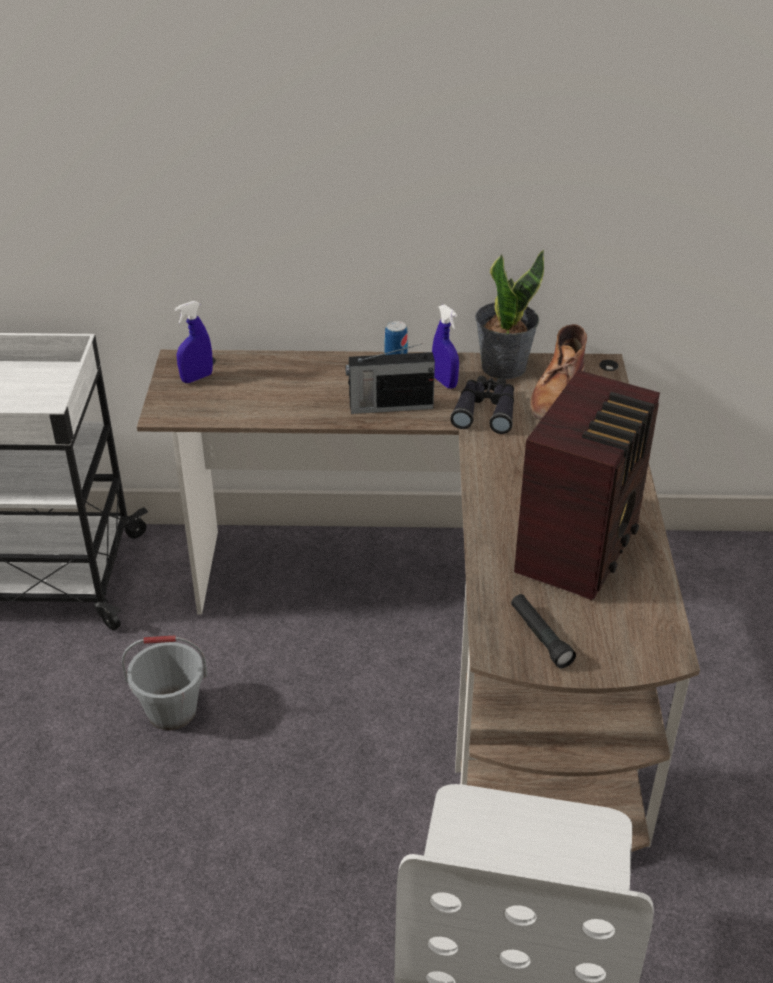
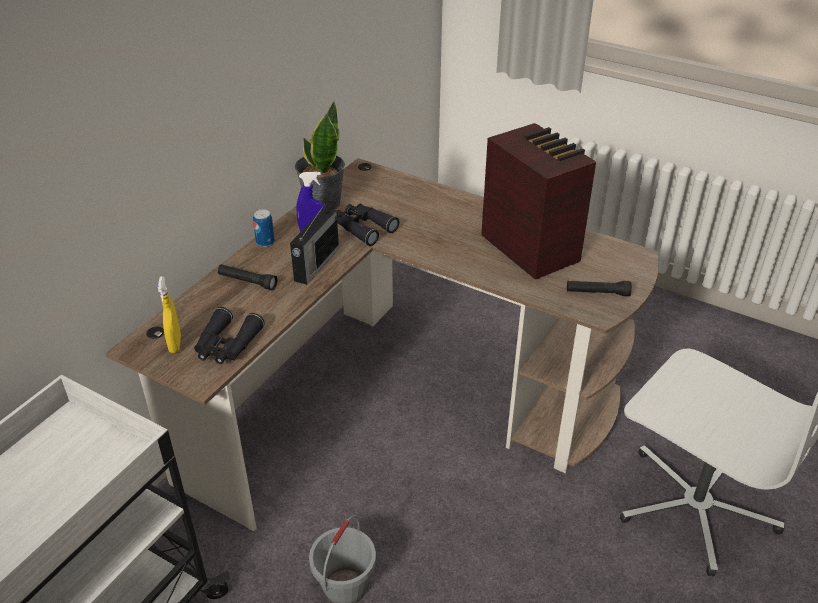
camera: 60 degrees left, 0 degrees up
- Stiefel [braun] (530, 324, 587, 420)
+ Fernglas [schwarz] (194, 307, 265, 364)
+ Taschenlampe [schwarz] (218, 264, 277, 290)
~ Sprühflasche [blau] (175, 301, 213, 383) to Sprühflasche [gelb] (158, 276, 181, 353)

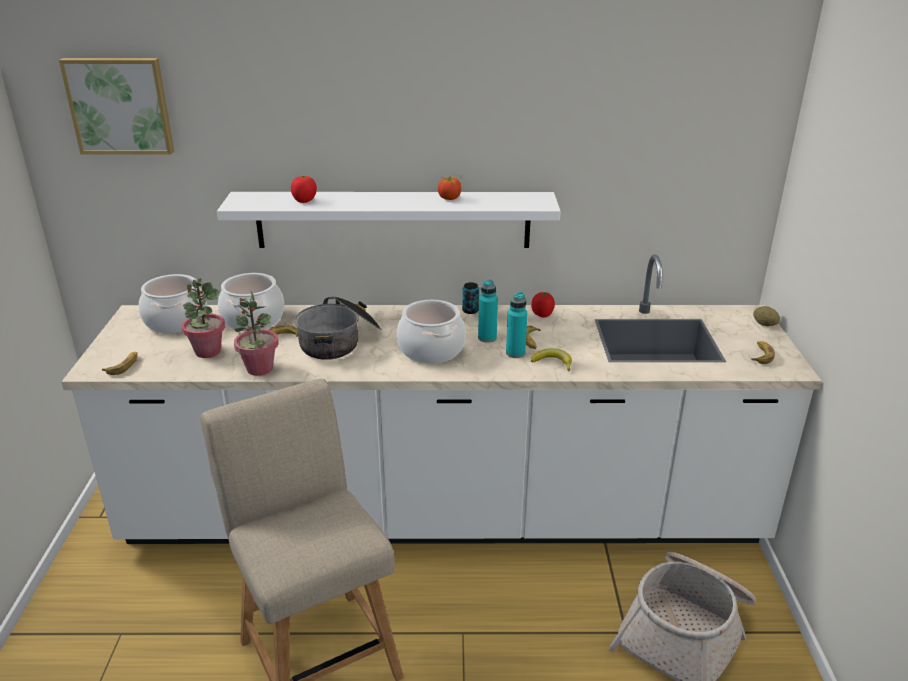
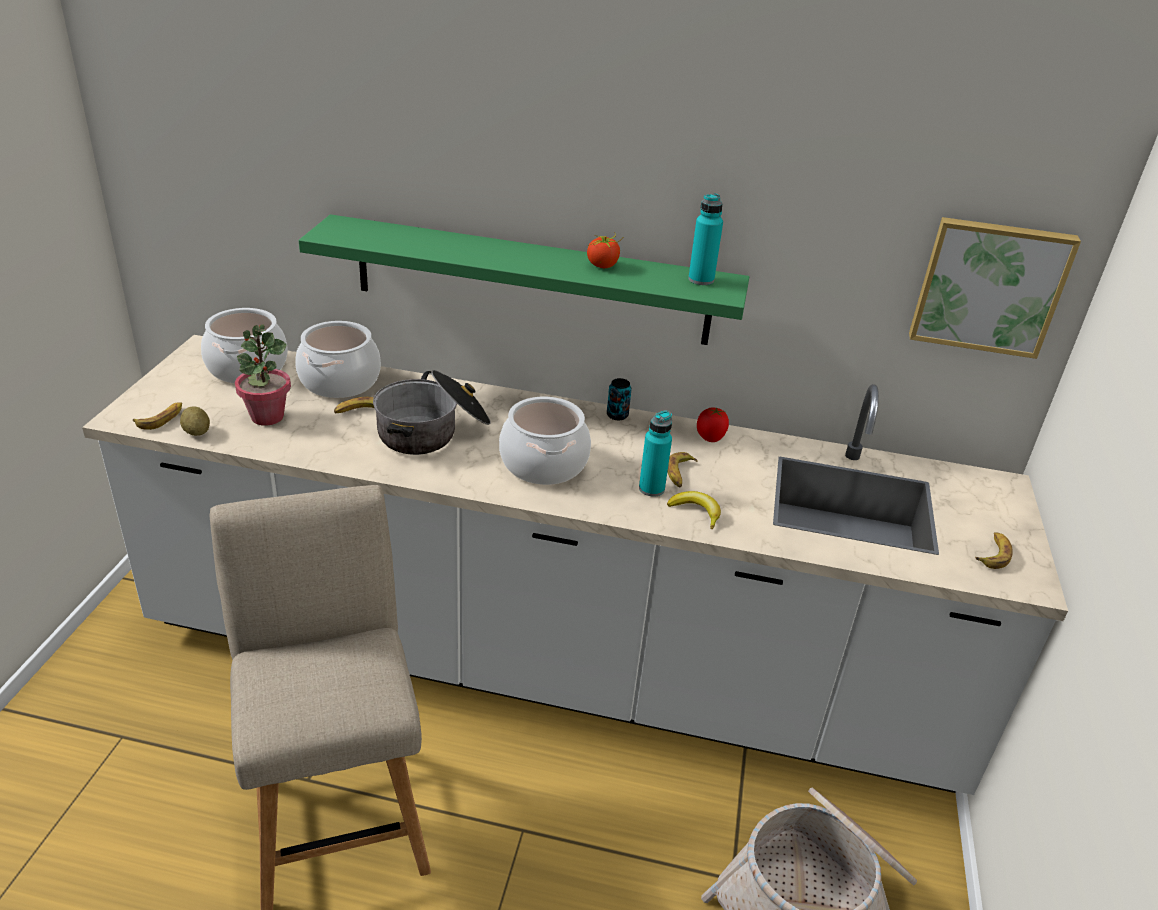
camera: 10 degrees right, 5 degrees up
- Topfpflanze (234, 292, 278, 376)
- Tomate (291, 176, 317, 203)
~ Bild (59, 58, 174, 155) to (909, 217, 1081, 359)
~ Flasche [türkis] (478, 279, 498, 343) to (688, 193, 723, 285)
~ Kartoffel (753, 306, 780, 326) to (180, 407, 210, 436)
~ Wandregal [weiß] (217, 192, 561, 248) to Wandregal [grün] (299, 214, 749, 345)

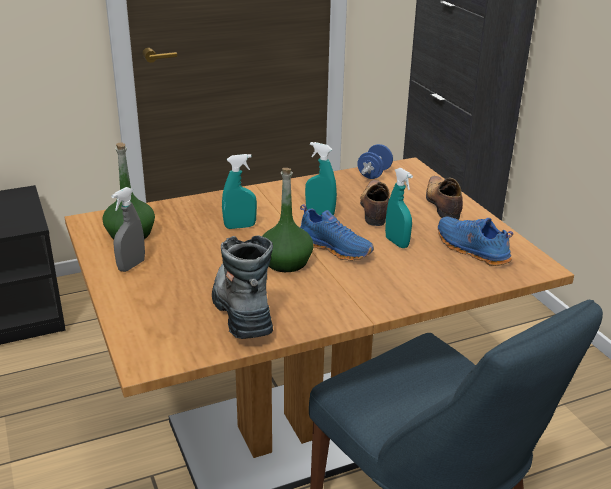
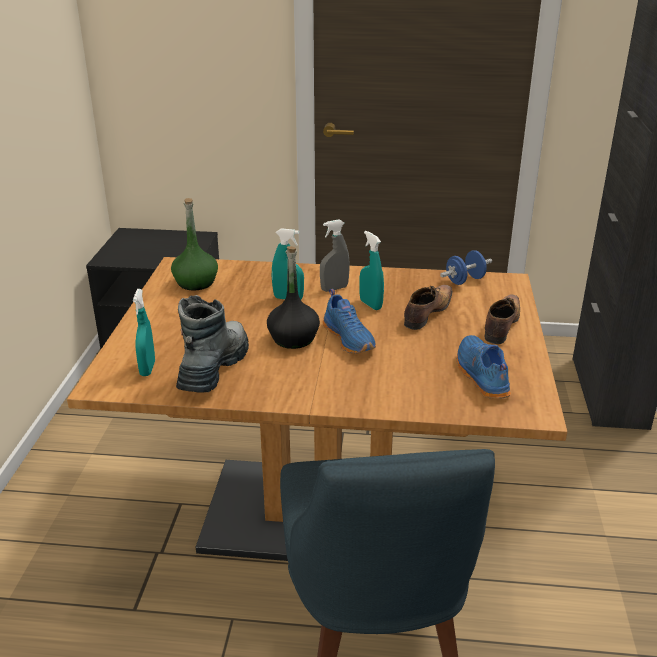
camera: 30 degrees right, 0 degrees up
~ Sprühflasche [grau] (111, 187, 145, 272) to (320, 220, 350, 292)
~ Sprühflasche [türkis] (385, 168, 413, 248) to (133, 289, 155, 376)
~ Flasche [grün] (263, 168, 314, 272) to Flasche [schwarz] (267, 246, 320, 349)

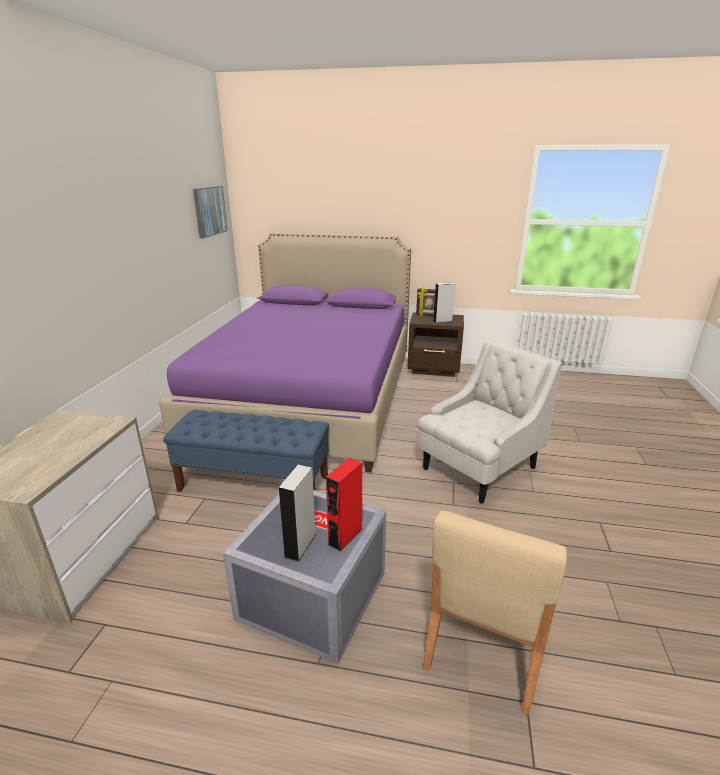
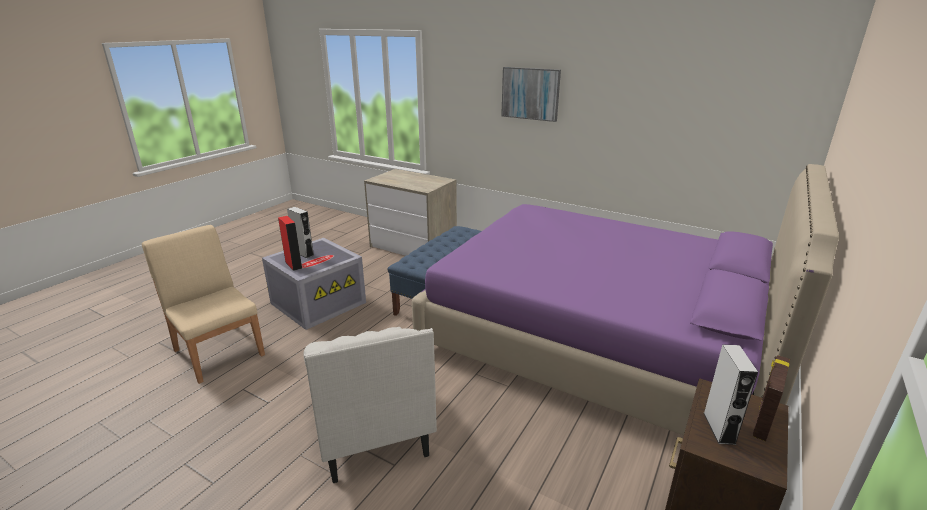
camera: 110 degrees right, 0 degrees up
~ Bild (193, 186, 228, 239) to (501, 67, 561, 122)

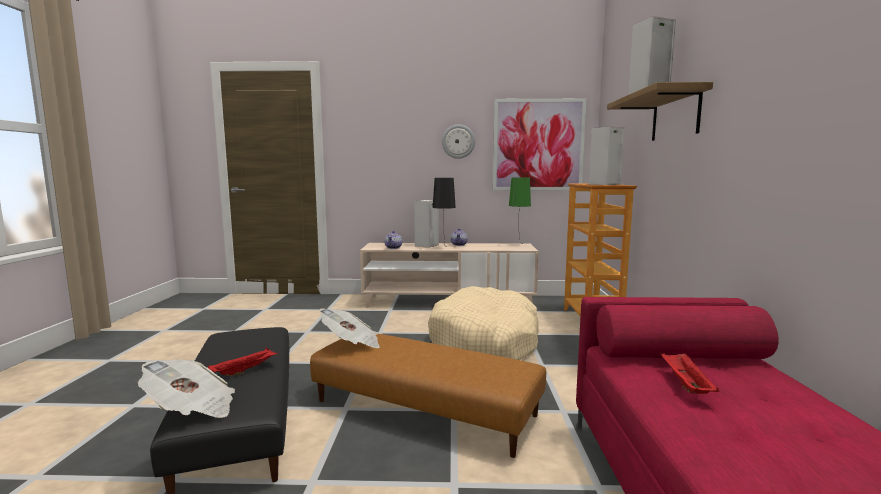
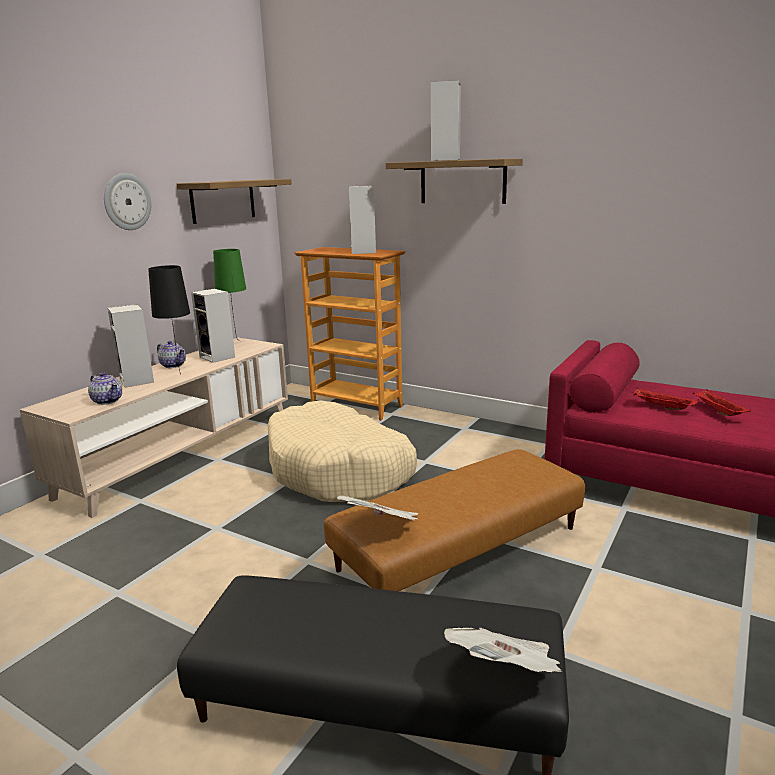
camera: 60 degrees left, 10 degrees up
+ Lautsprecher (191, 289, 235, 363)
~ Tablett [rot] (208, 348, 279, 376) to (693, 390, 751, 416)
~ Bild (493, 99, 586, 190) to Wandregal (177, 179, 292, 224)

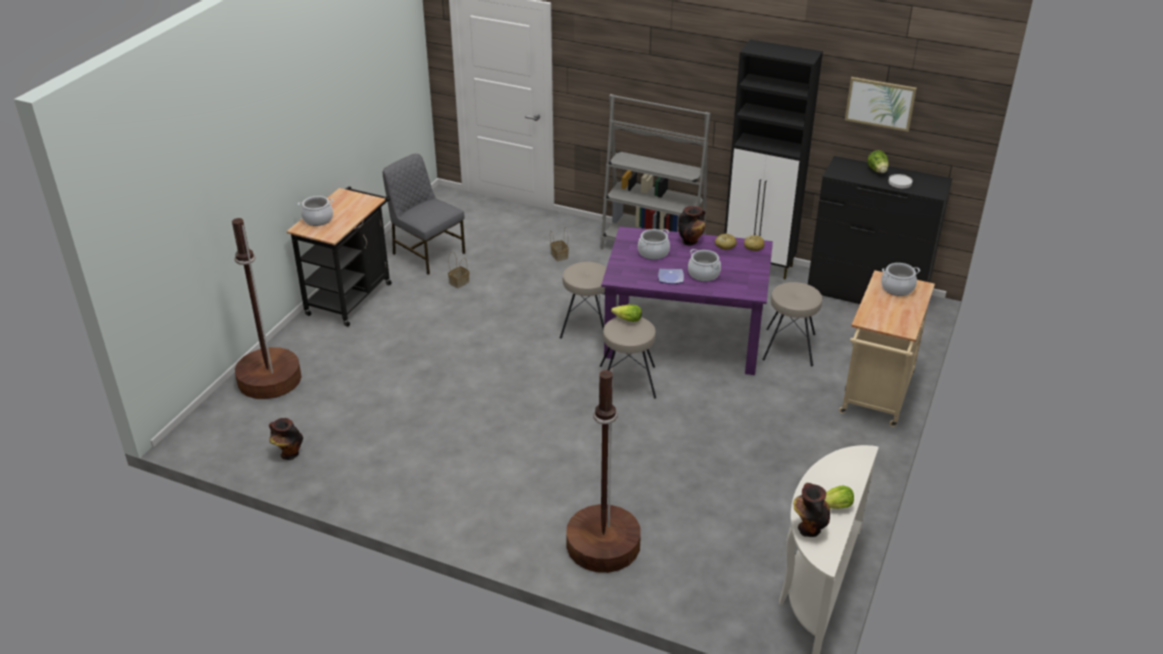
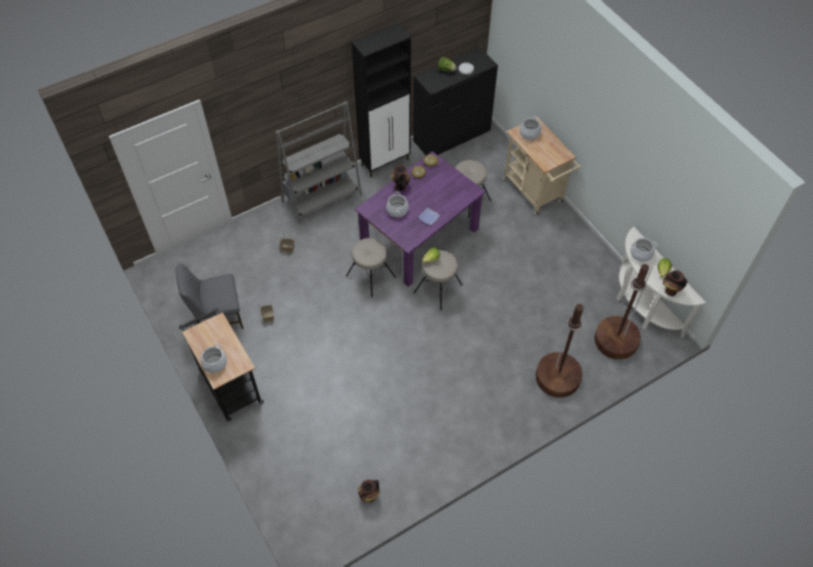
camera: 55 degrees left, 20 degrees up
- Bild (845, 77, 917, 132)
~ Stehlampe [braun] (232, 218, 301, 399) to (594, 264, 653, 360)
~ Kochtopf (688, 249, 721, 282) to (630, 238, 657, 262)

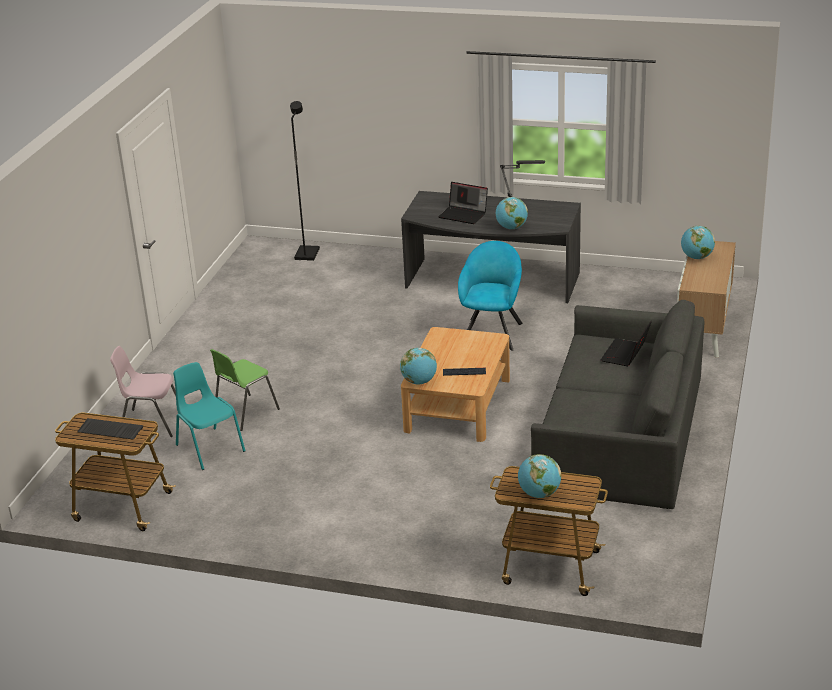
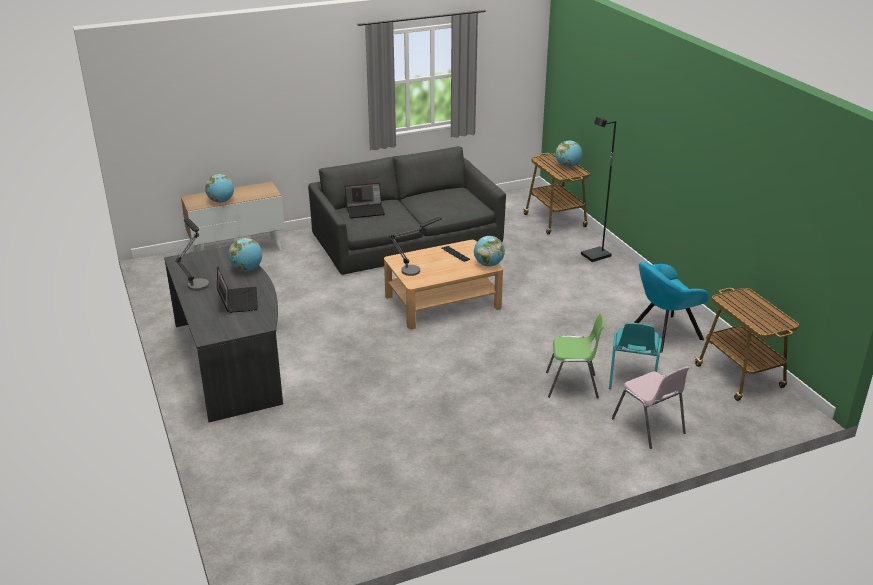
camera: 130 degrees left, 0 degrees up
- Tastatur (77, 418, 143, 440)
+ Tischlampe (389, 217, 442, 276)
~ Stehlampe [schwarz] (290, 101, 320, 261) to (581, 117, 616, 262)
~ Sessel [türkis] (458, 241, 523, 351) to (634, 262, 709, 352)

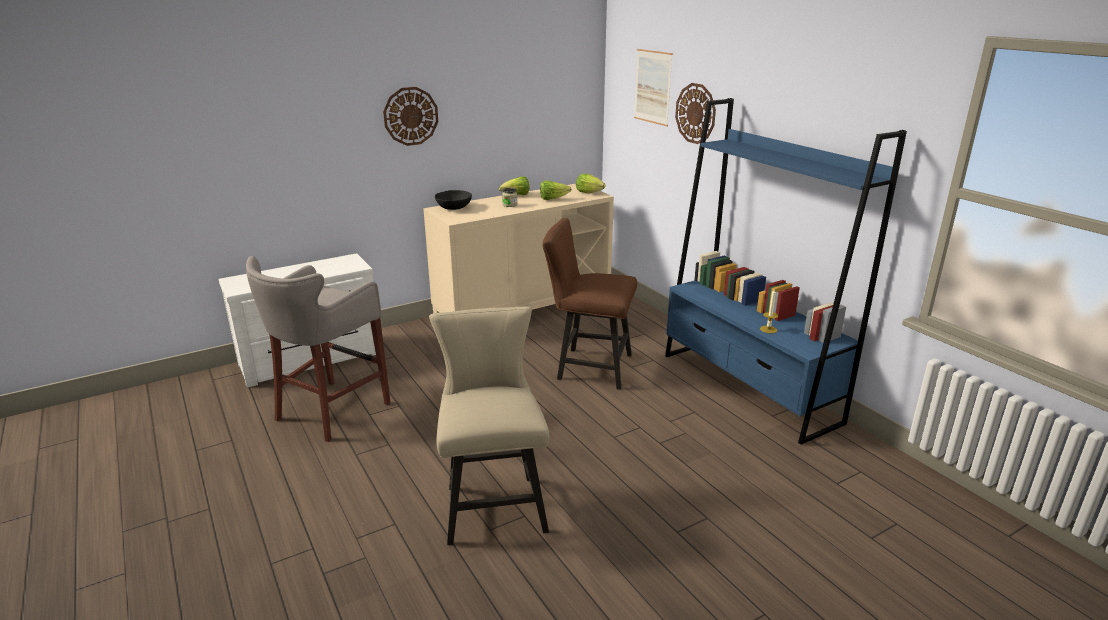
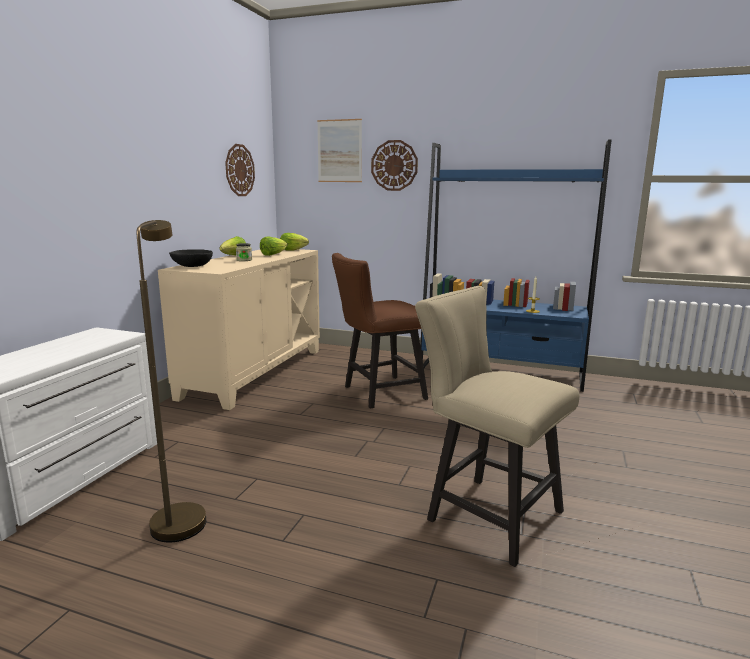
camera: 40 degrees left, 10 degrees down
~ Wanduhr (383, 87, 438, 146) to (225, 144, 255, 196)
~ Hocker [grau] (246, 256, 391, 442) to Stehlampe [braun] (137, 220, 206, 543)

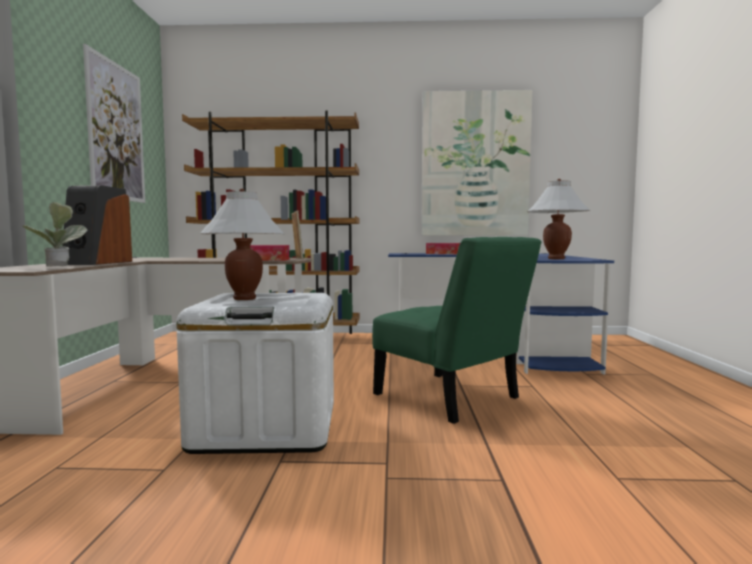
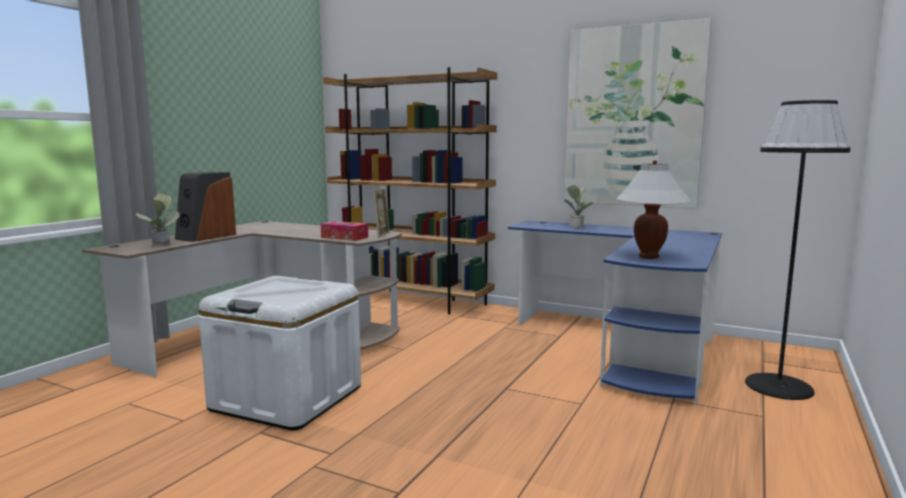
camera: 25 degrees right, 5 degrees up
- Bild (83, 44, 145, 203)
- Tischlampe [weiß] (200, 188, 284, 300)
- Stuhl [grün] (372, 237, 542, 424)
+ Stehlampe [schwarz] (745, 100, 851, 400)
~ Taschentuchbox (426, 243, 460, 254) to Topfpflanze (564, 185, 594, 229)

